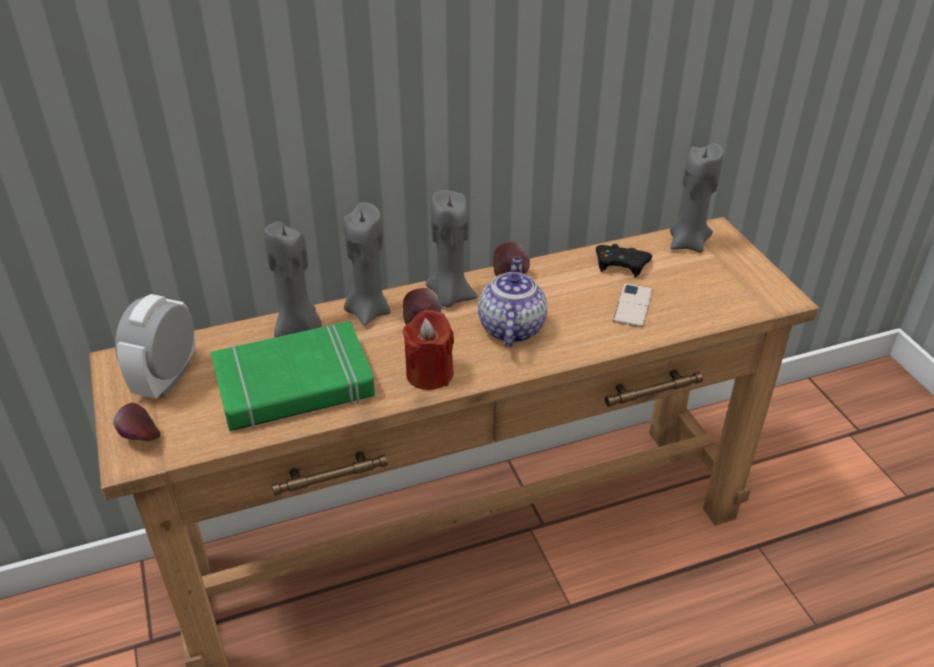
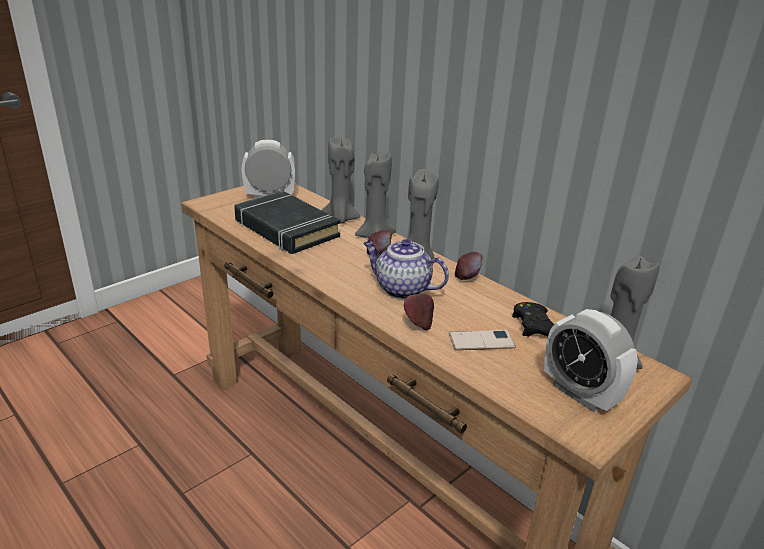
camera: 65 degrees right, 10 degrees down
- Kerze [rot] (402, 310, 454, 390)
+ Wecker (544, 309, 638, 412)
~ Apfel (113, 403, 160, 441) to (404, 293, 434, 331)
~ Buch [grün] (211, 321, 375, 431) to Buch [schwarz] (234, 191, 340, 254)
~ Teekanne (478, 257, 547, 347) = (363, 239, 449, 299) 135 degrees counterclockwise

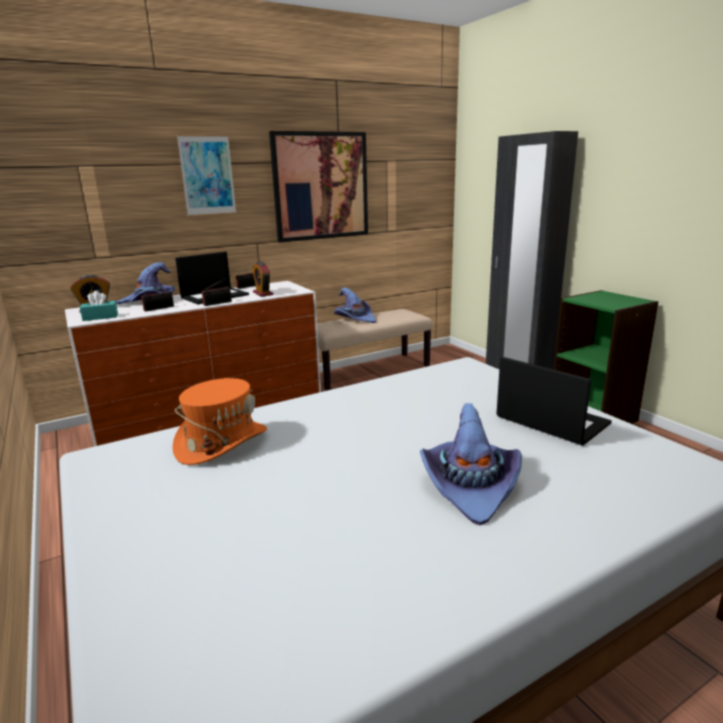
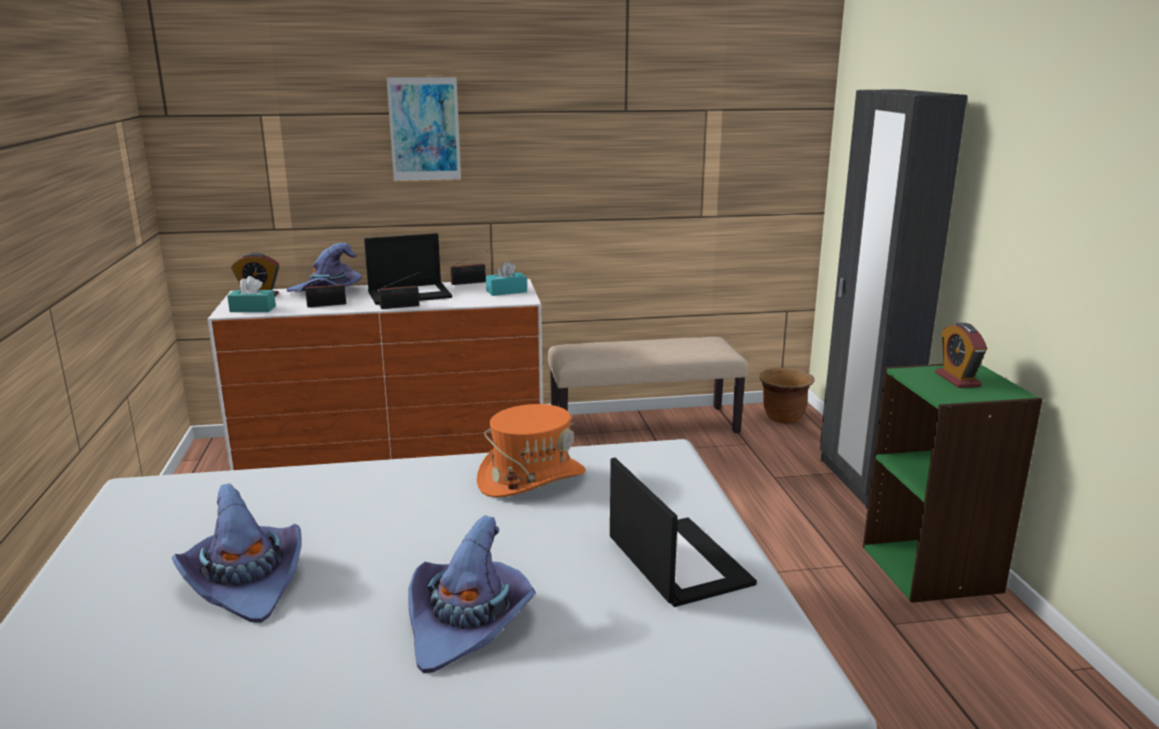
camera: 20 degrees right, 0 degrees up
- Bild (269, 131, 368, 243)
+ Taschentuchbox [türkis] (486, 261, 527, 296)
+ Pflanzkübel [braun] (759, 368, 815, 423)
~ Hut [orange] (172, 378, 267, 465) to (477, 404, 586, 497)
~ Wecker (252, 262, 273, 297) to (935, 323, 987, 388)
~ Hut [lila] (334, 288, 376, 323) to (172, 483, 301, 623)

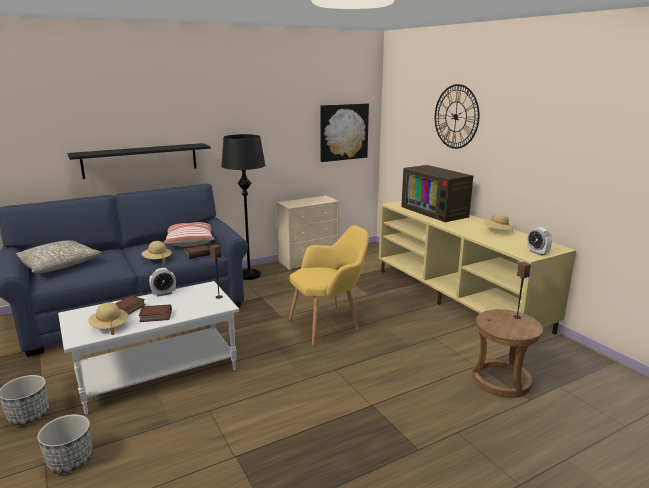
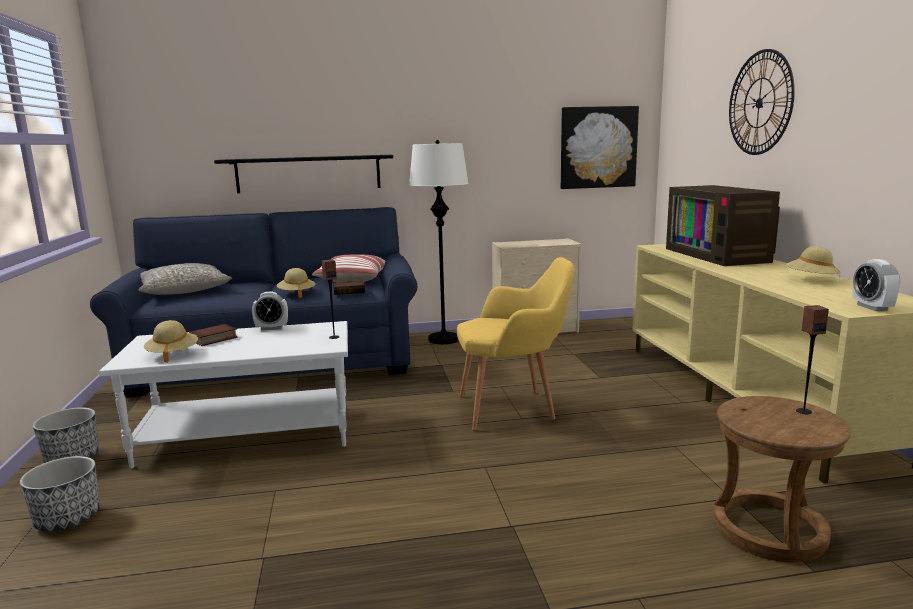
camera: 20 degrees right, 5 degrees down
- Buch (139, 304, 172, 322)
~ Stehlampe [schwarz] (221, 134, 265, 280) to Stehlampe [weiß] (409, 140, 469, 344)

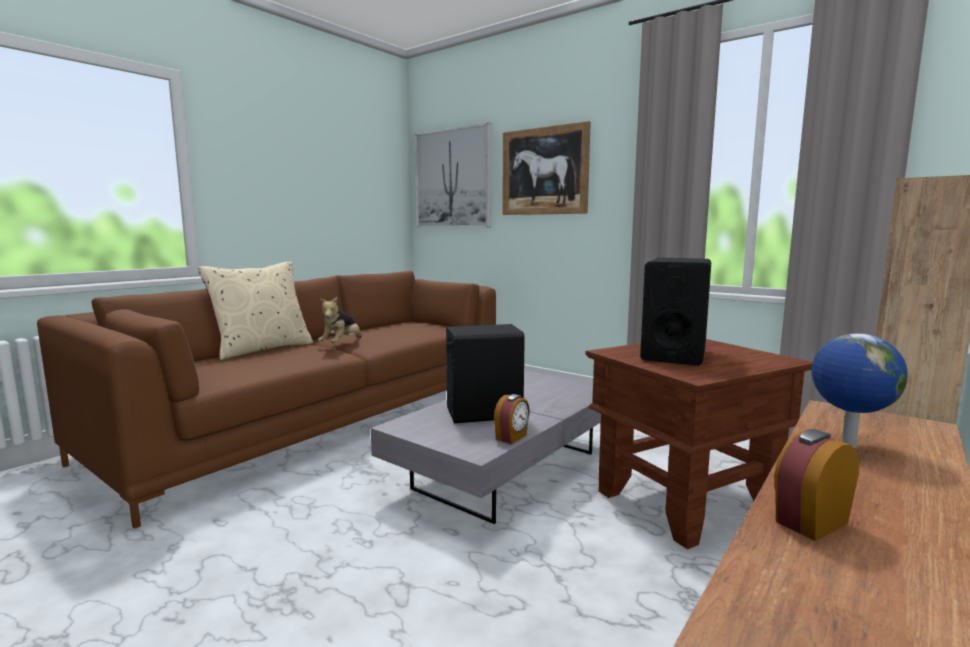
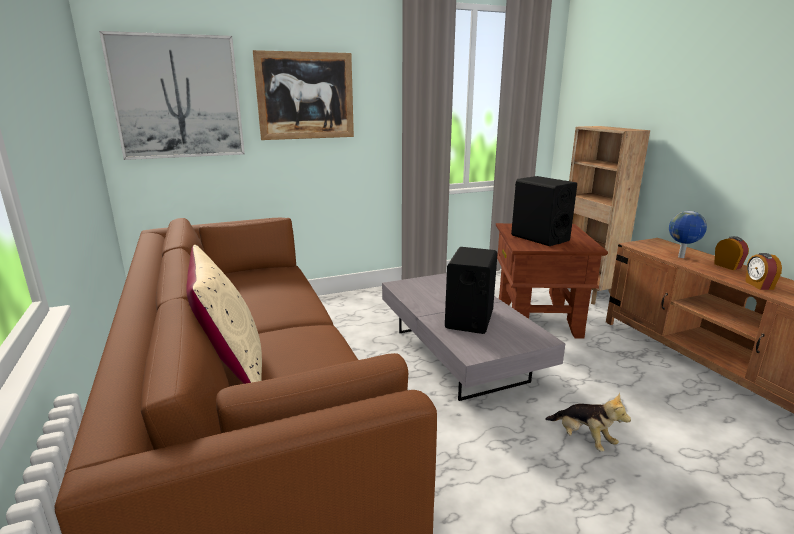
camera: 60 degrees left, 10 degrees up
~ Plüschtier (318, 297, 361, 343) to (545, 393, 631, 452)
~ Wecker (494, 394, 530, 444) to (714, 236, 749, 270)

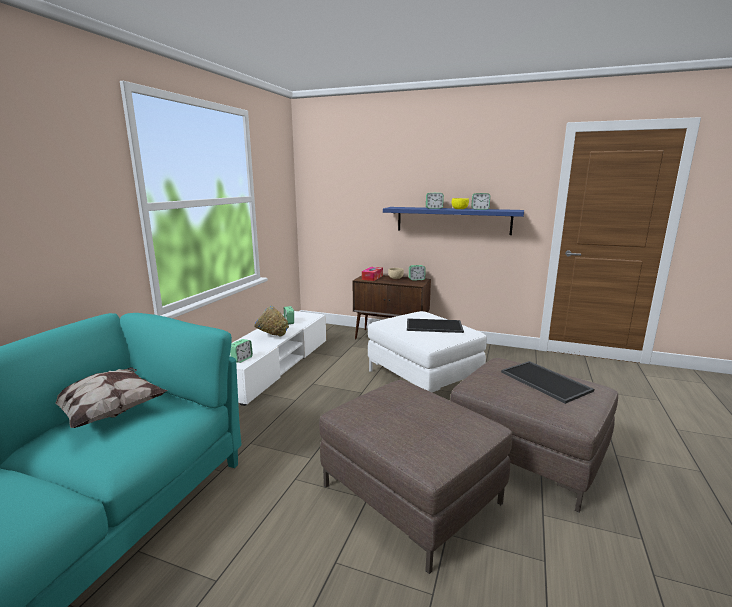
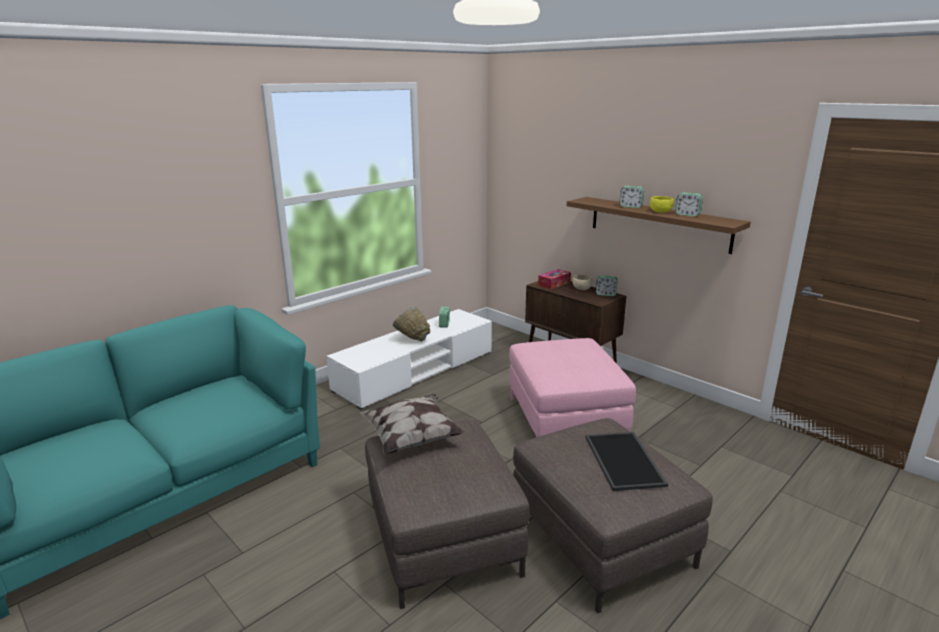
camera: 25 degrees right, 5 degrees up
- Wecker (230, 339, 253, 363)
- Tablett (407, 318, 464, 333)
~ Kissen (55, 367, 168, 428) to (360, 394, 465, 454)
~ Polsterhocker [weiß] (368, 311, 487, 392) to Polsterhocker [rosa] (509, 338, 636, 437)
~ Wandregal [blau] (383, 207, 524, 235) to Wandregal [braun] (567, 197, 751, 254)

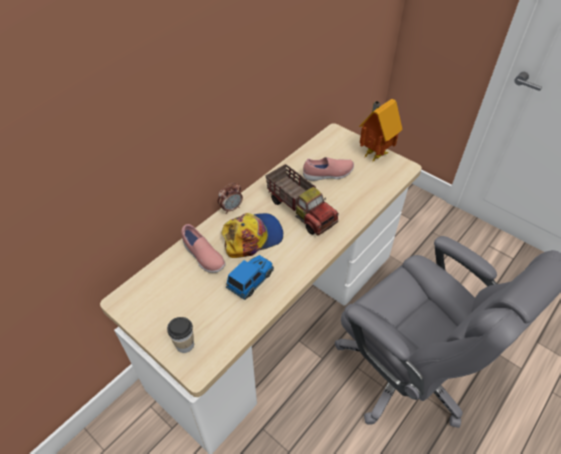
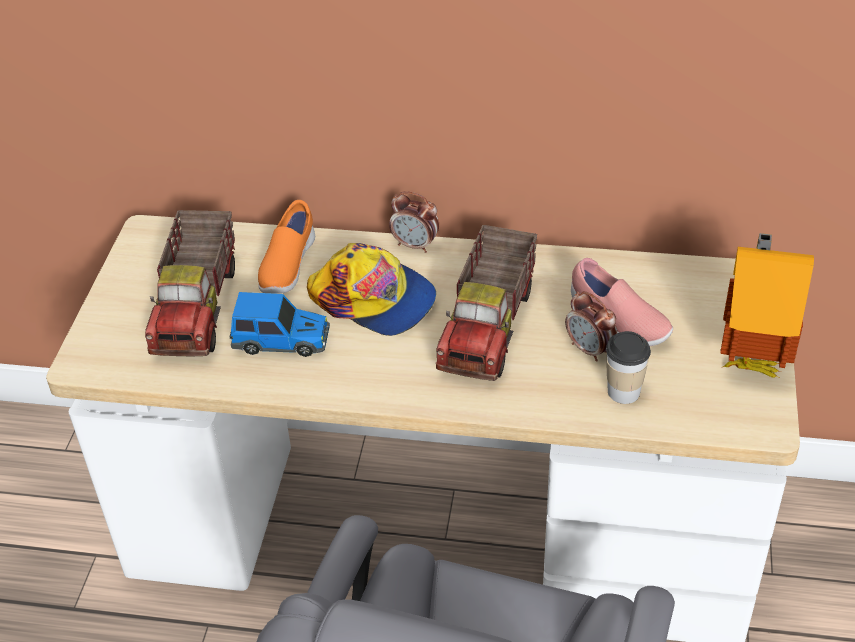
camera: 60 degrees right, 5 degrees down
+ Spielzeuglaster (145, 210, 235, 356)
+ Wecker (565, 291, 617, 362)
~ Tasse (167, 317, 194, 353) to (606, 331, 651, 404)
~ Schuh [rosa] (181, 224, 226, 273) to Schuh [orange] (258, 200, 315, 294)

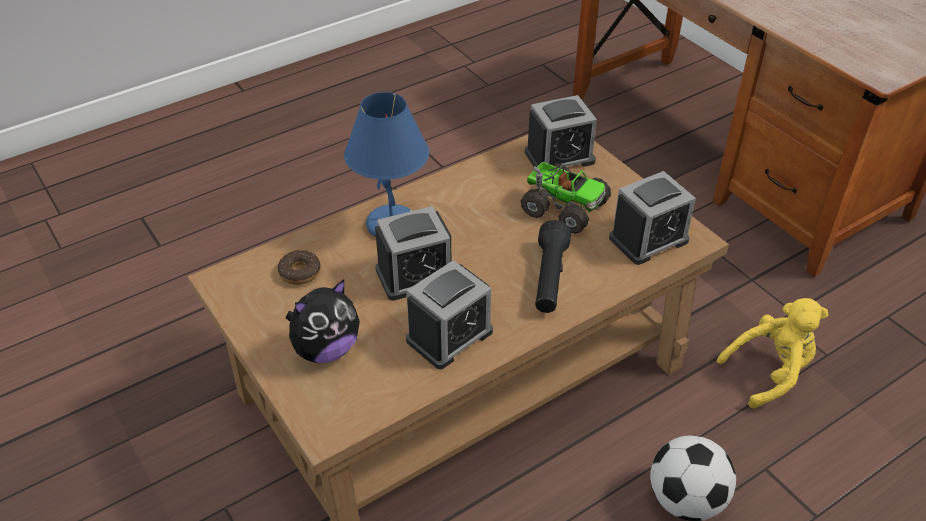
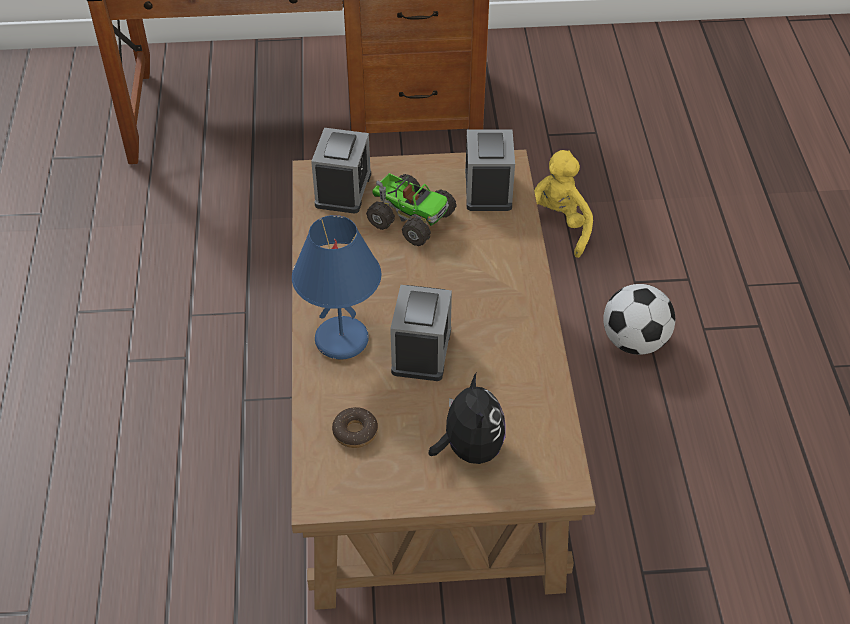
camera: 60 degrees left, 5 degrees up
- Wecker (406, 260, 493, 369)
- Taschenlampe [schwarz] (535, 220, 571, 313)
~ Spielzeuglaster (521, 162, 611, 234) = (366, 173, 457, 246) 60 degrees clockwise

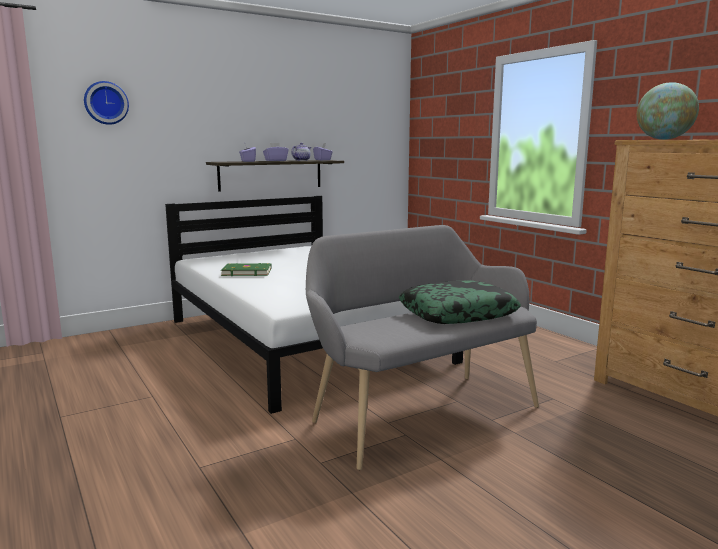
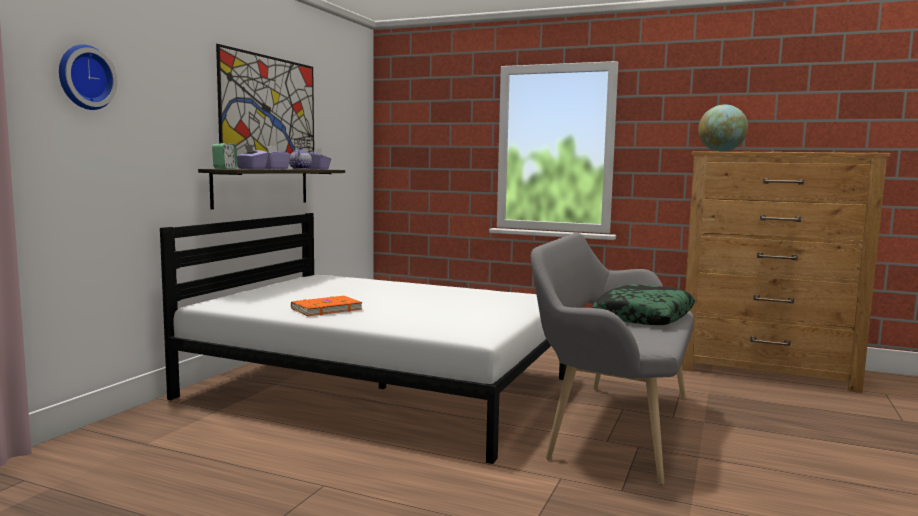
camera: 35 degrees left, 5 degrees down
+ Wecker (212, 143, 238, 169)
+ Bild (216, 44, 314, 155)
~ Buch [grün] (221, 263, 272, 276) to Buch [orange] (291, 296, 363, 316)

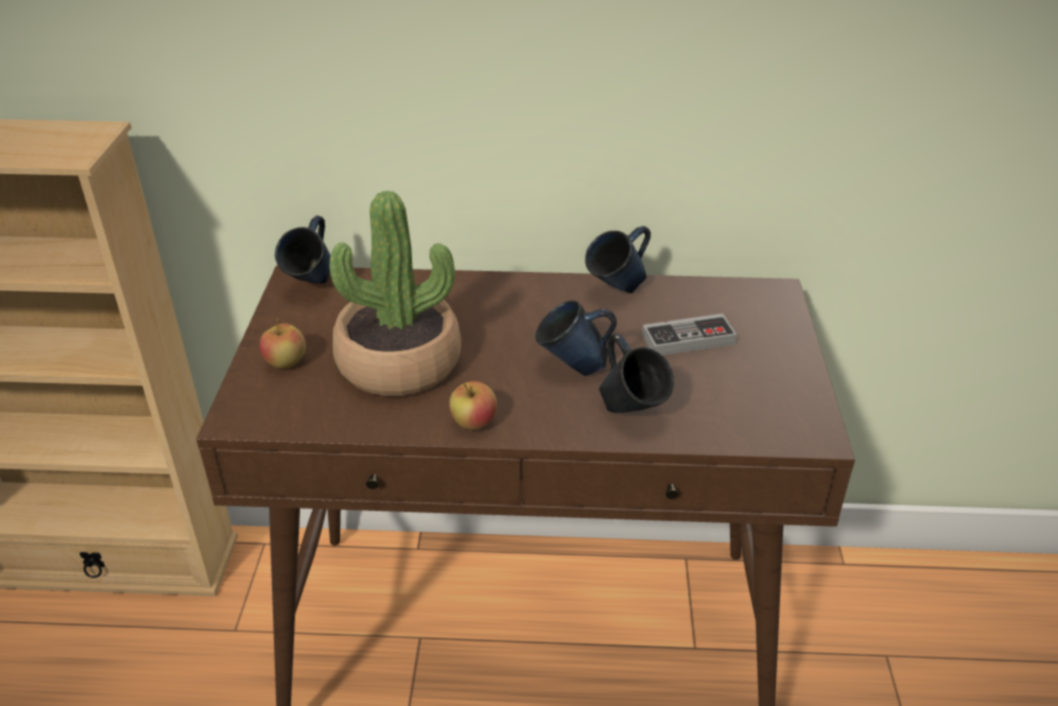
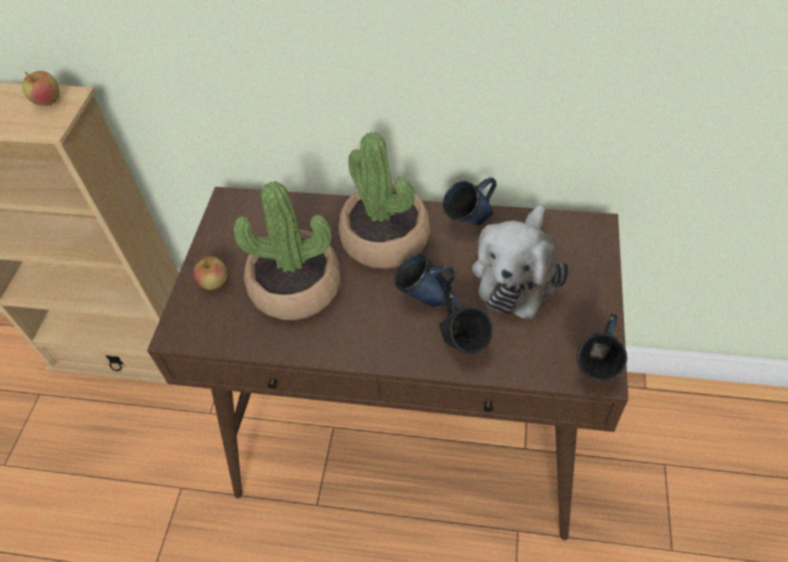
camera: 10 degrees right, 15 degrees up
+ Topfpflanze (339, 132, 430, 269)
~ Henkelbecher [blau] (275, 216, 331, 284) to (577, 314, 627, 382)
~ Apfel (449, 381, 497, 430) to (22, 71, 59, 106)
~ Gamepad (642, 313, 737, 355) to Plüschtier (472, 204, 569, 319)

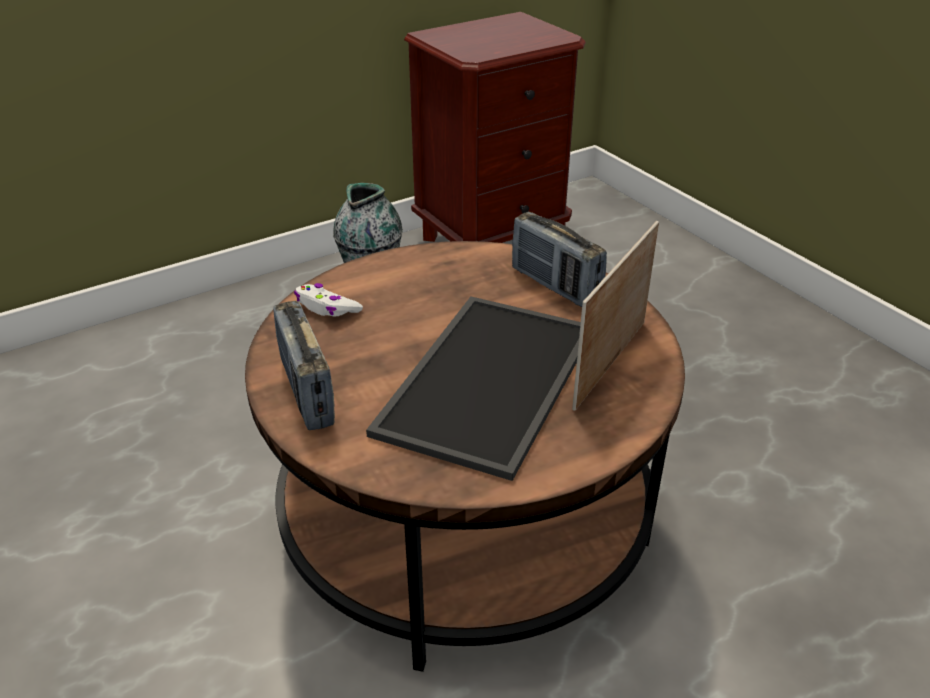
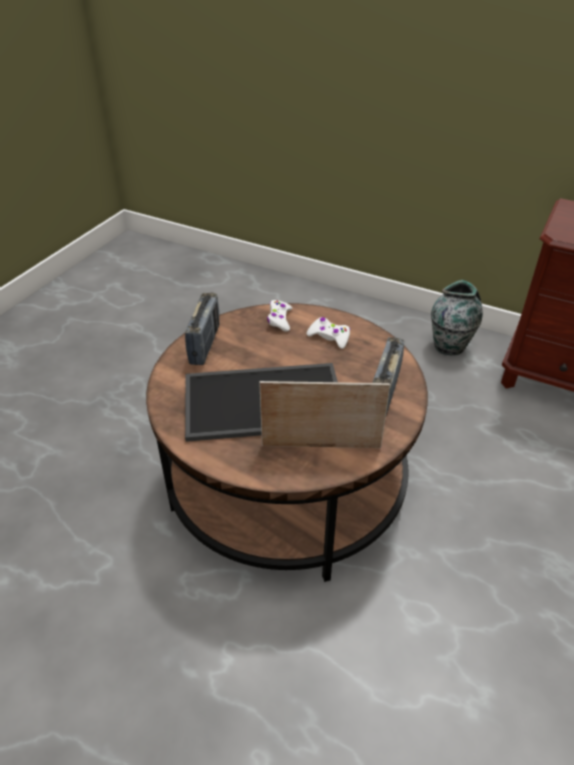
camera: 60 degrees right, 5 degrees up
+ Gamepad [weiß] (307, 317, 351, 349)
~ Radio (273, 301, 335, 430) = (185, 293, 219, 365) 150 degrees clockwise

